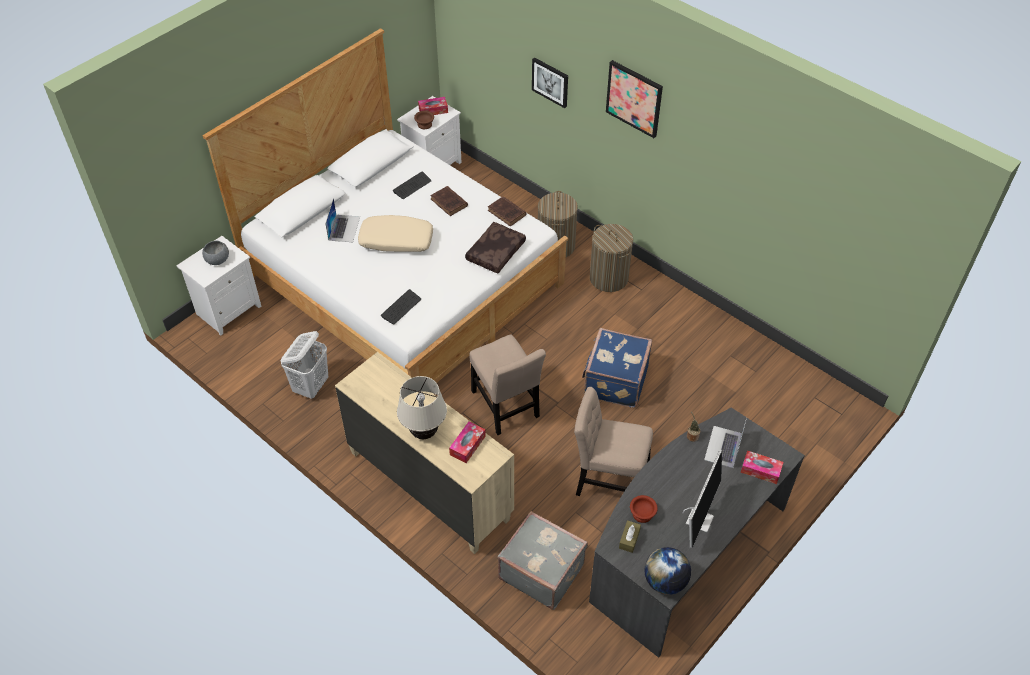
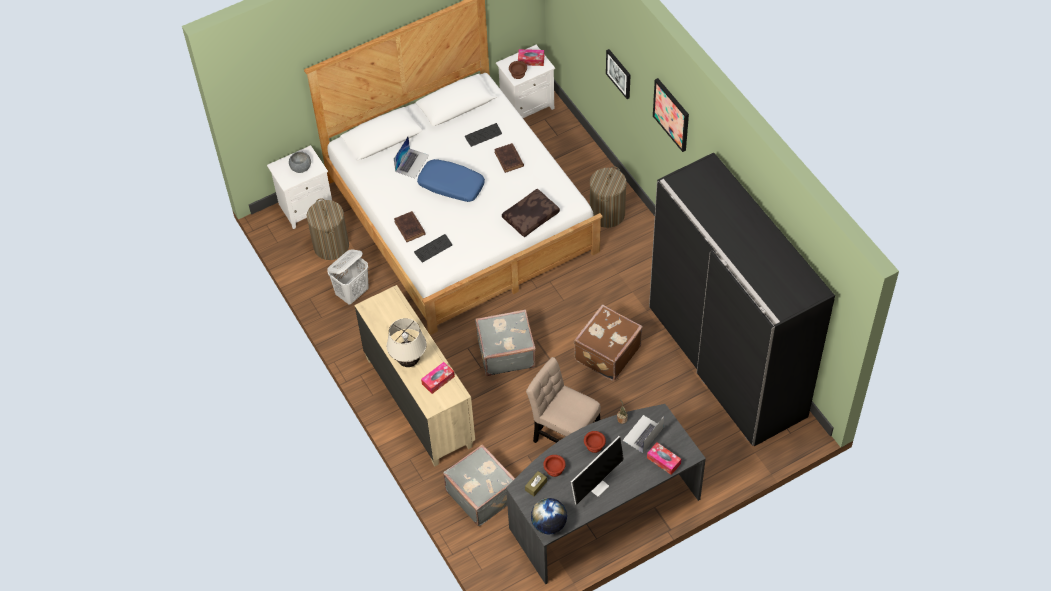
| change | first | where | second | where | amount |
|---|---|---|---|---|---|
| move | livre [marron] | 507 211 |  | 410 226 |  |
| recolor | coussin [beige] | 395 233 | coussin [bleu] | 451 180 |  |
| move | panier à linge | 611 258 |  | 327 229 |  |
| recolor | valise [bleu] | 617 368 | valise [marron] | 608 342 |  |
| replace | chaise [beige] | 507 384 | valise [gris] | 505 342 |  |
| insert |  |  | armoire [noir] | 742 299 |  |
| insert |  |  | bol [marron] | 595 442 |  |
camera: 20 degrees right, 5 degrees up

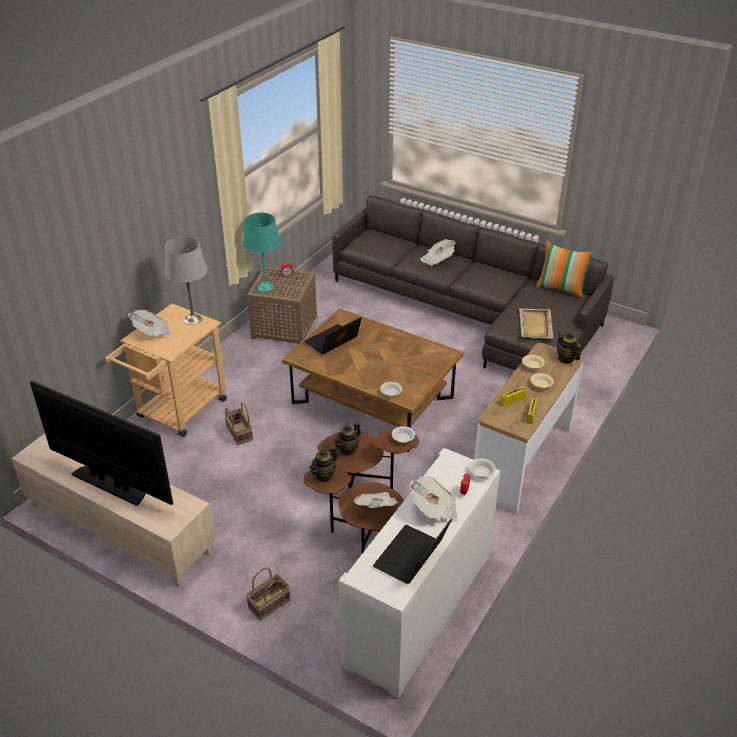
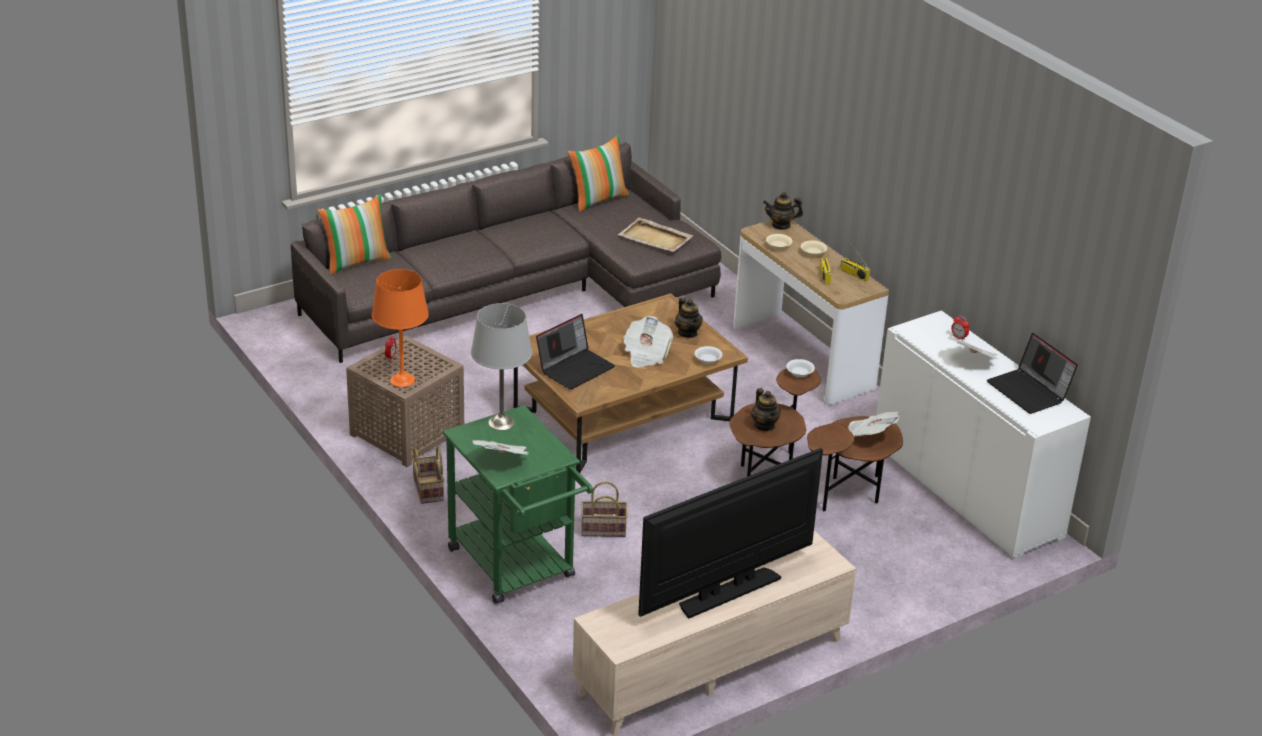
| change | first | where | second | where | amount |
|---|---|---|---|---|---|
| recolor | lampe de table [turquoise] | 262 252 | lampe de table [orange] | 400 328 |  |
| move | journal | 438 252 |  | 648 341 |  |
| recolor | chariot [beige] | 166 370 | chariot [vert] | 517 504 |  |
| rotate | ordinateur portable | 333 336 |  | 575 352 | 120 degrees counterclockwise |
| move | théière | 323 464 |  | 689 318 |  |
| delete | bol [blanc] | 482 468 |  |  |  |
| move | panier | 268 594 |  | 428 474 |  |
| insert |  |  | coussin | 355 234 |  |
camera: 65 degrees left, 5 degrees down

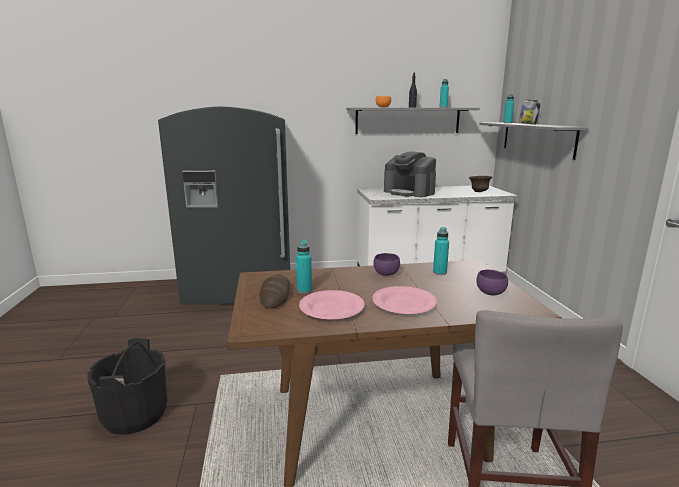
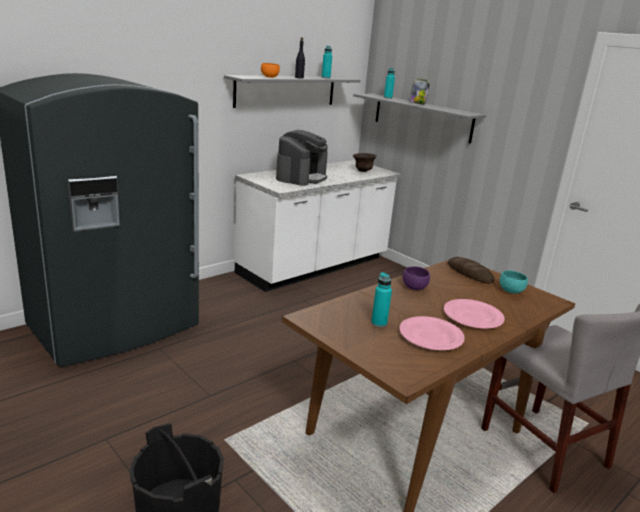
| change | first | where | second | where | amount |
|---|---|---|---|---|---|
| rotate | machine à café | 410 174 |  | 302 158 | 75 degrees counterclockwise |
| delete | bouteille [turquoise] | 441 251 |  |  |  |
| recolor | bol [violet] | 492 283 | bol [turquoise] | 513 282 |  |
| move | pain | 275 292 |  | 471 270 |  |
camera: 35 degrees left, 5 degrees up

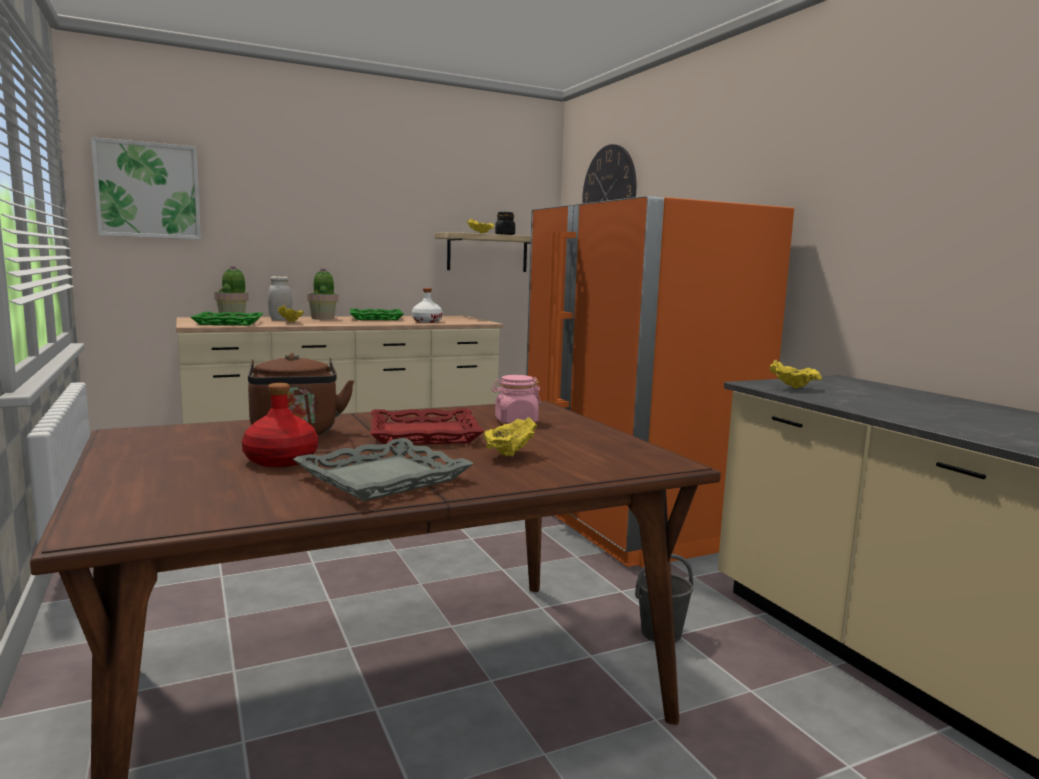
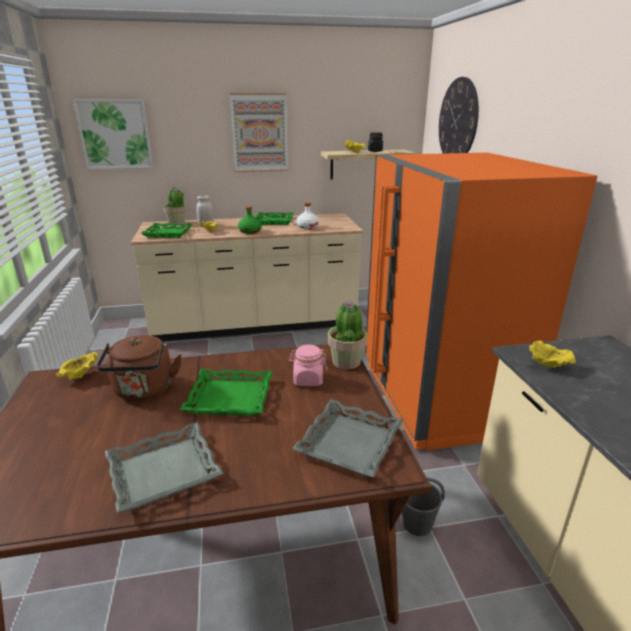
| change | first | where | second | where | amount |
|---|---|---|---|---|---|
| move | plante en pot | 322 294 |  | 347 335 |  |
| delete | bouteille [rouge] | 280 425 |  |  |  |
| recolor | plateau [rouge] | 427 426 | plateau [vert] | 226 392 |  |
| move | bol [jaune] | 510 437 |  | 77 366 |  |
| insert |  |  | tableau | 259 132 |  |
| insert |  |  | bouteille [vert] | 250 220 |  |
| insert |  |  | plateau [gris] | 347 438 |  |
camera: 15 degrees right, 15 degrees up

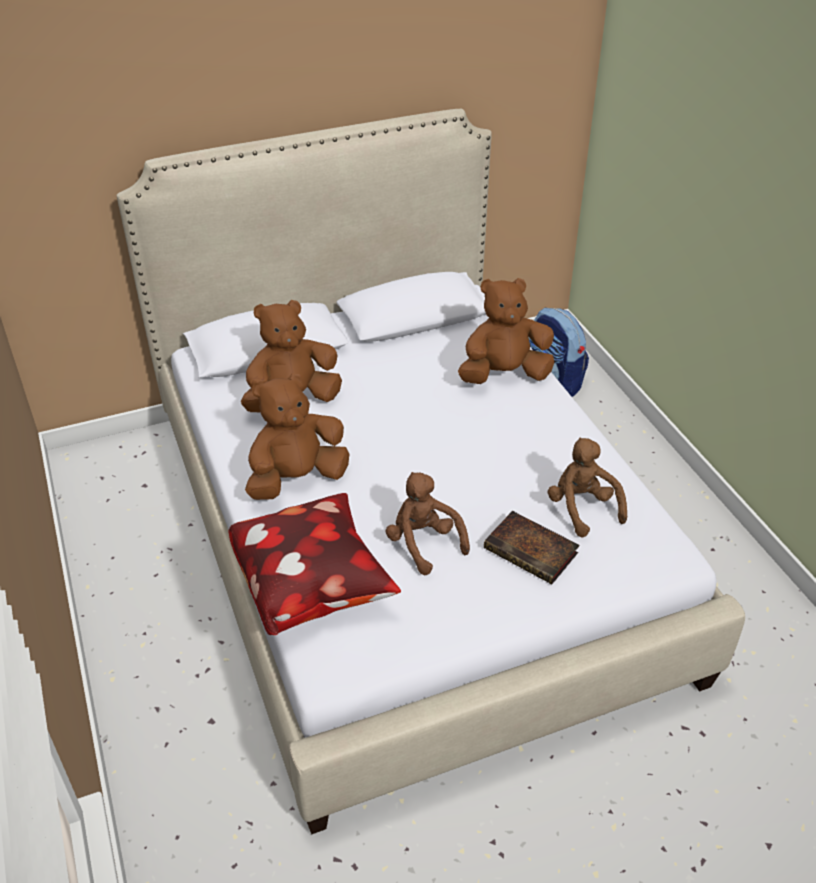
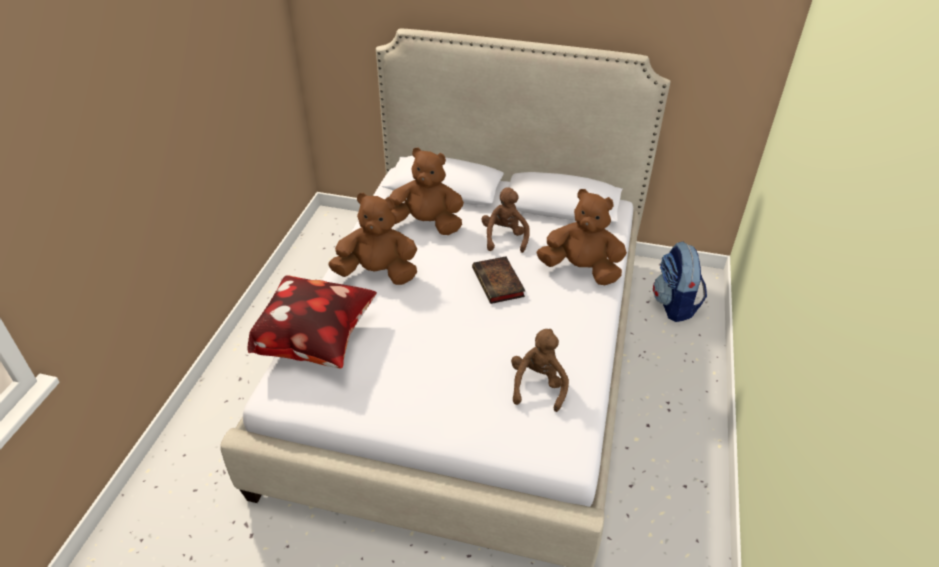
| change | first | where | second | where | amount |
|---|---|---|---|---|---|
| move | peluche [marron] | 427 523 |  | 505 220 |  |
| move | livre | 531 547 |  | 498 280 |  |
camera: 35 degrees right, 0 degrees up

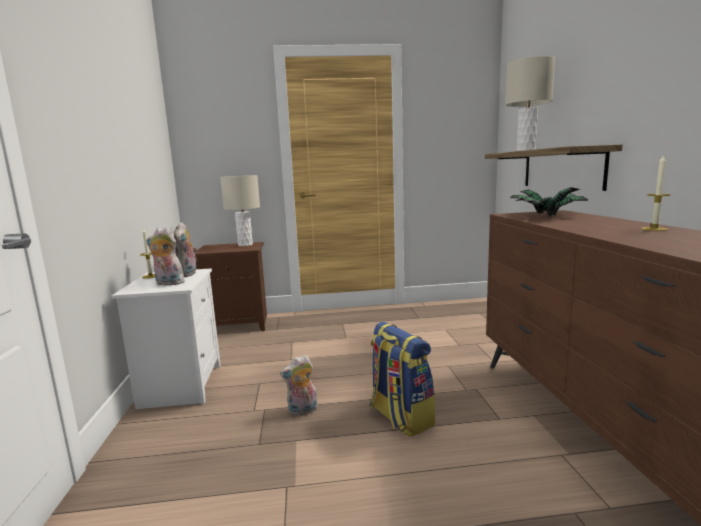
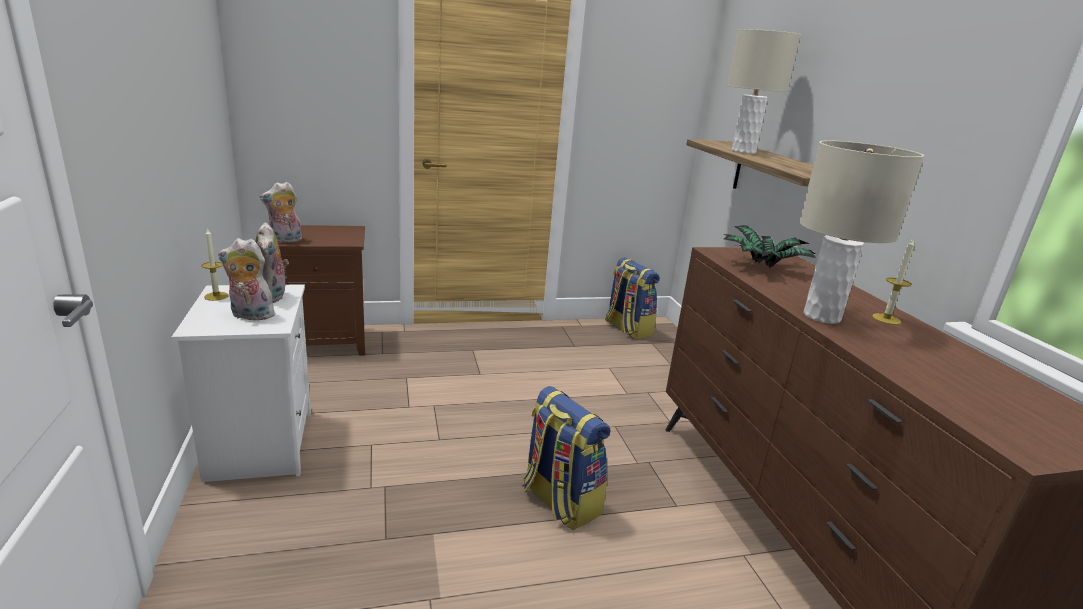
| change | first | where | second | where | amount |
|---|---|---|---|---|---|
| move | lampe de table [beige] | 240 210 |  | 861 232 |  |
| move | peluche | 299 385 |  | 281 212 |  |
| insert |  |  | sac à dos | 632 298 |  |
camera: 10 degrees left, 10 degrees up

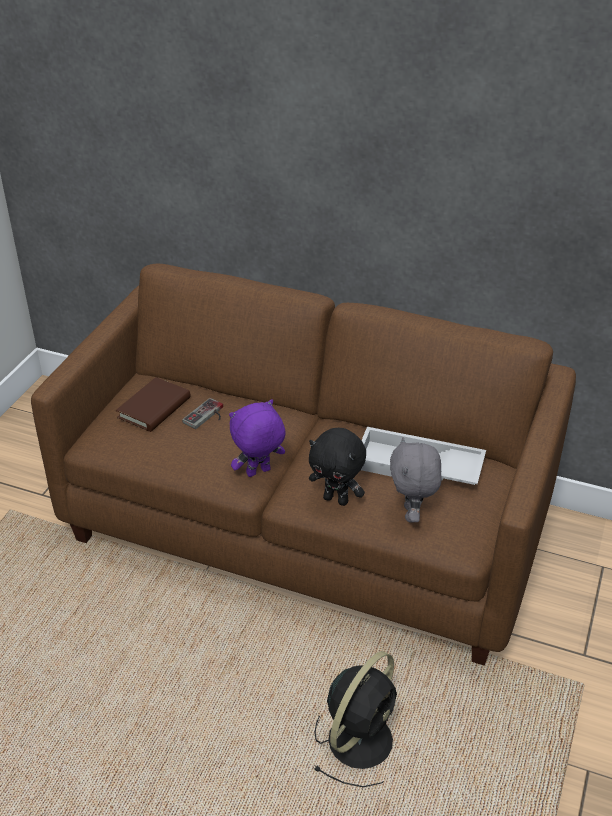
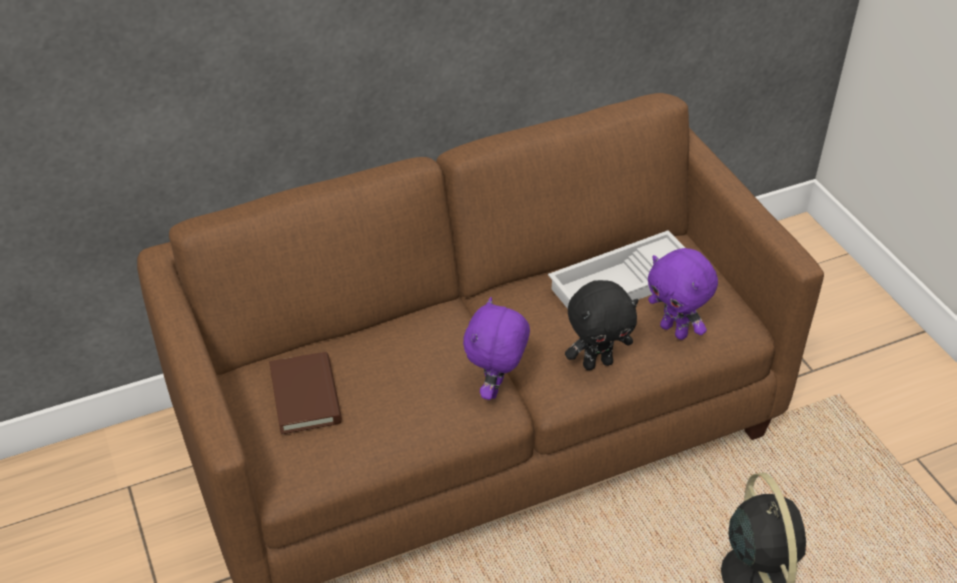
| change | first | where | second | where | amount |
|---|---|---|---|---|---|
| delete | manette | 202 413 |  |  |  |
| recolor | peluche [gris] | 416 480 | peluche [violet] | 683 294 |  |
camera: 45 degrees left, 5 degrees up

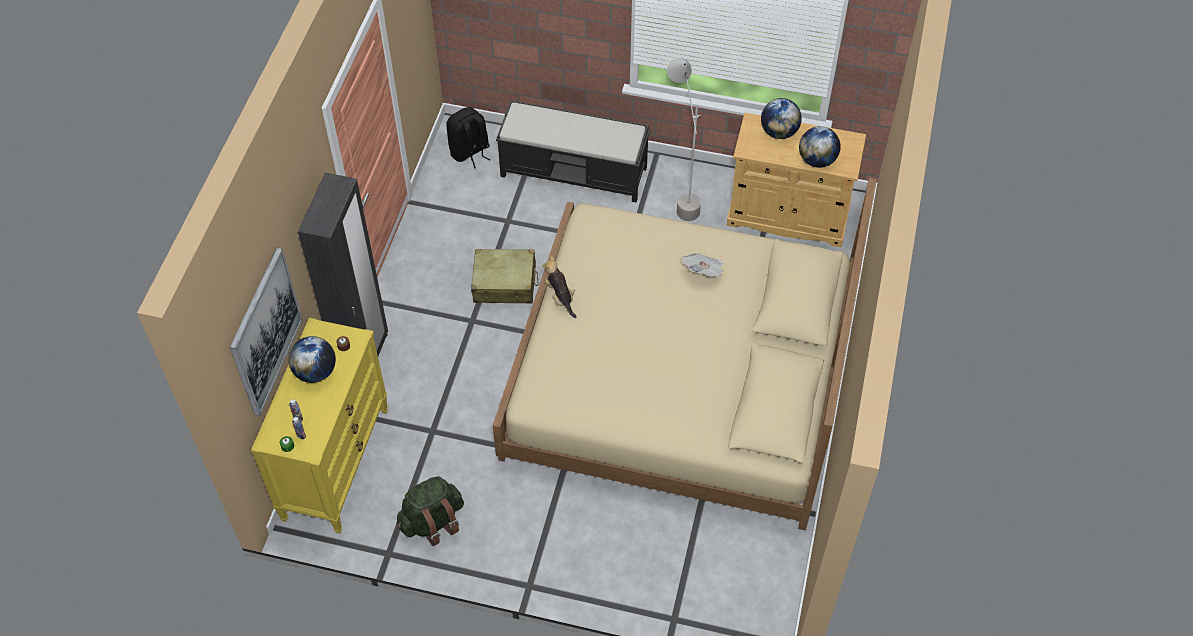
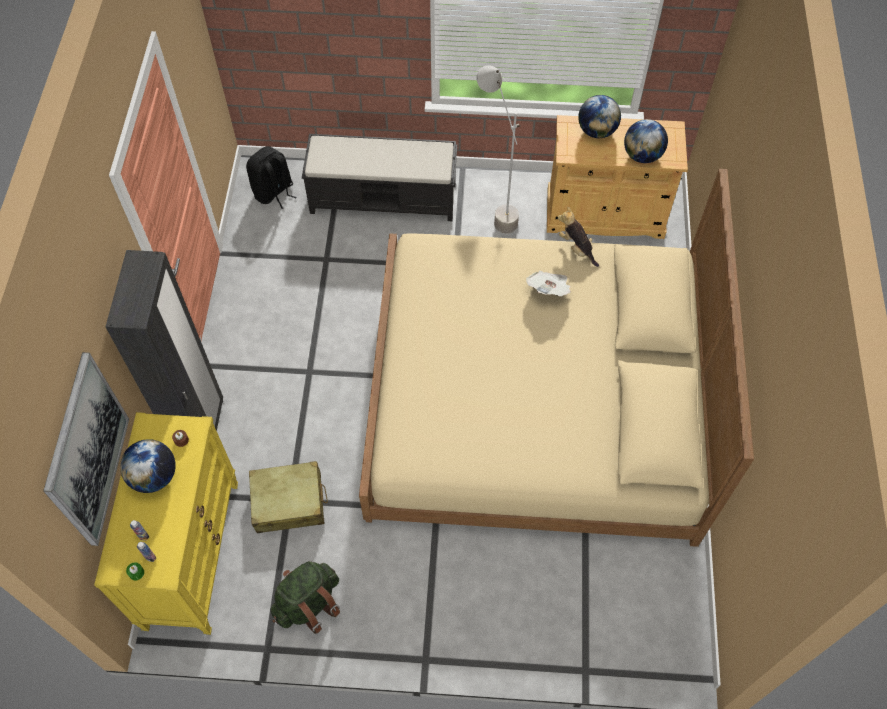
| change | first | where | second | where | amount |
|---|---|---|---|---|---|
| move | valise [beige] | 504 276 |  | 288 497 |  |
| move | peluche | 559 287 |  | 578 237 |  |
camera: 10 degrees left, 5 degrees up

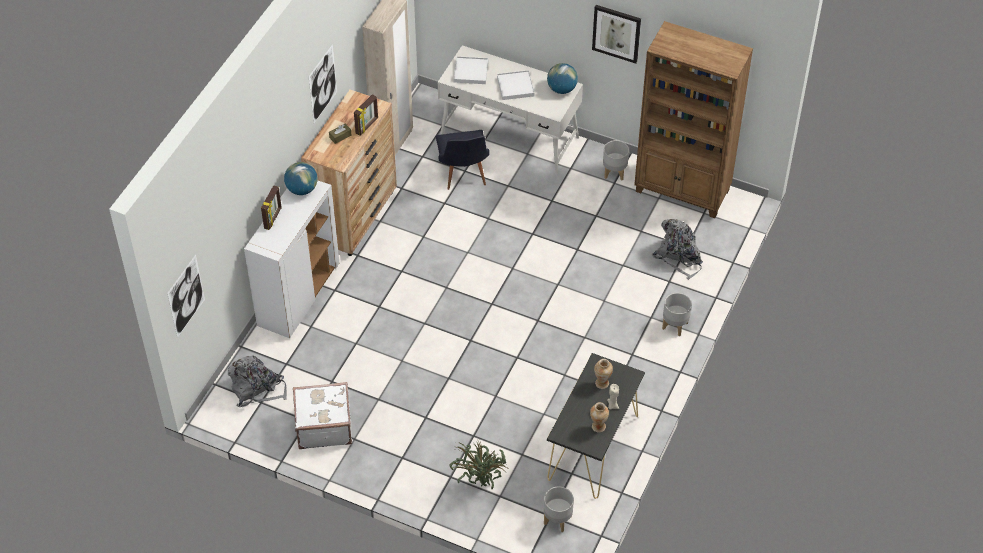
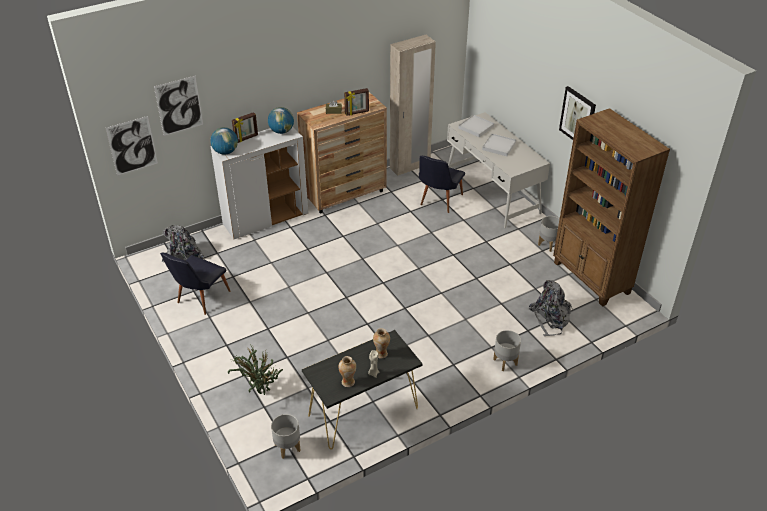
| change | first | where | second | where | amount |
|---|---|---|---|---|---|
| move | tableau | 322 83 |  | 178 106 |  |
| move | globe | 562 78 |  | 224 141 |  |
| replace | valise [blanc] | 322 415 | chaise [noir] | 195 284 |  |
camera: 35 degrees right, 10 degrees down

